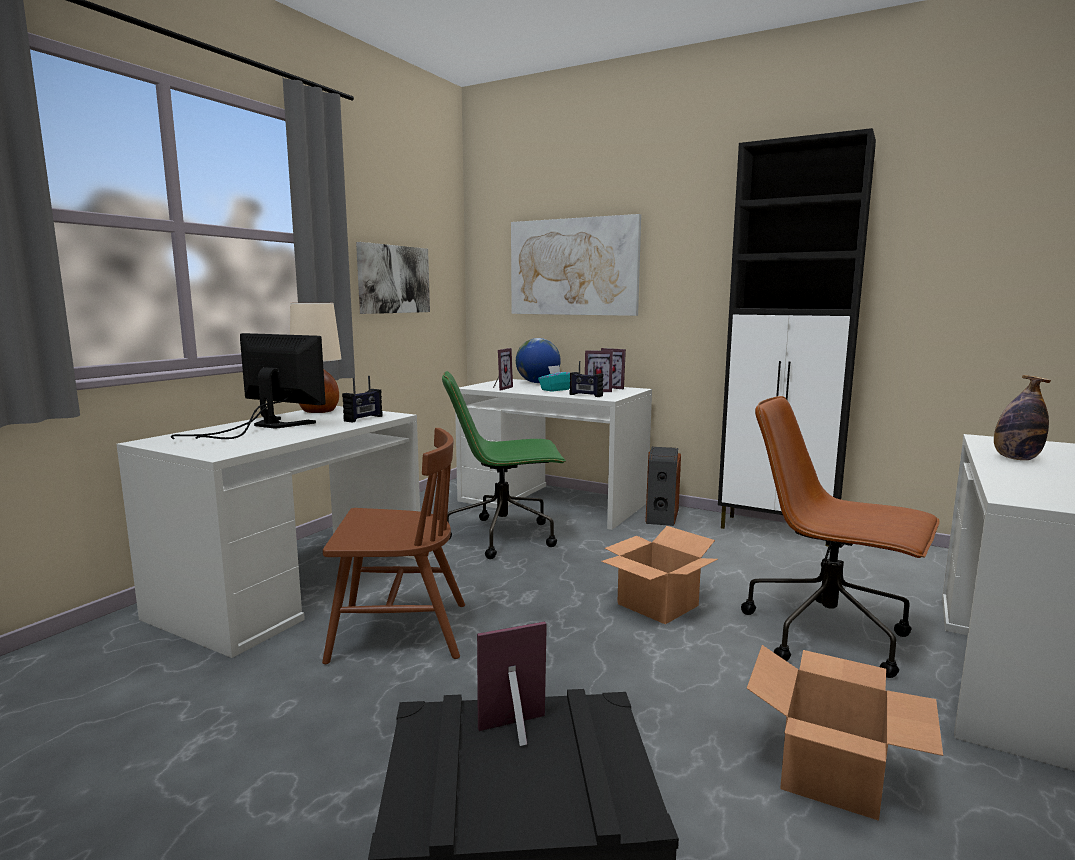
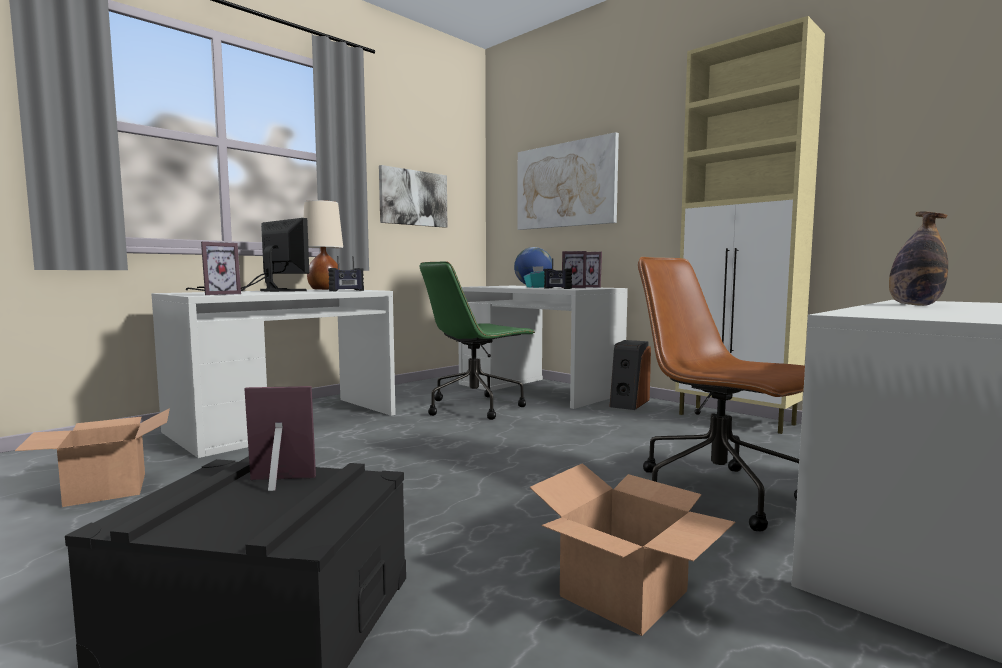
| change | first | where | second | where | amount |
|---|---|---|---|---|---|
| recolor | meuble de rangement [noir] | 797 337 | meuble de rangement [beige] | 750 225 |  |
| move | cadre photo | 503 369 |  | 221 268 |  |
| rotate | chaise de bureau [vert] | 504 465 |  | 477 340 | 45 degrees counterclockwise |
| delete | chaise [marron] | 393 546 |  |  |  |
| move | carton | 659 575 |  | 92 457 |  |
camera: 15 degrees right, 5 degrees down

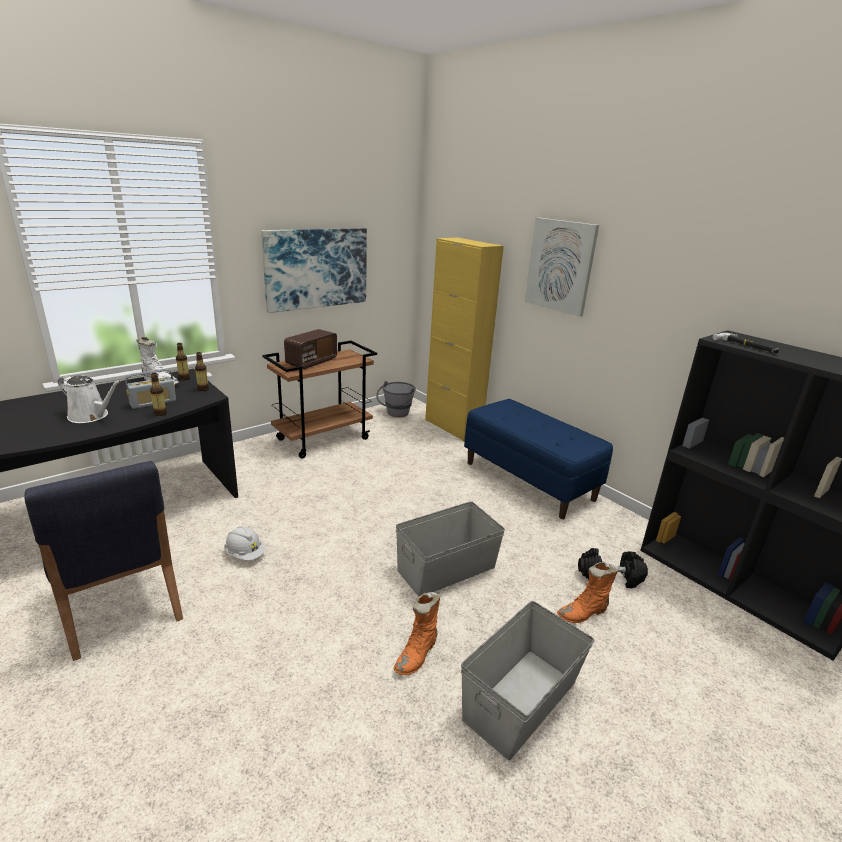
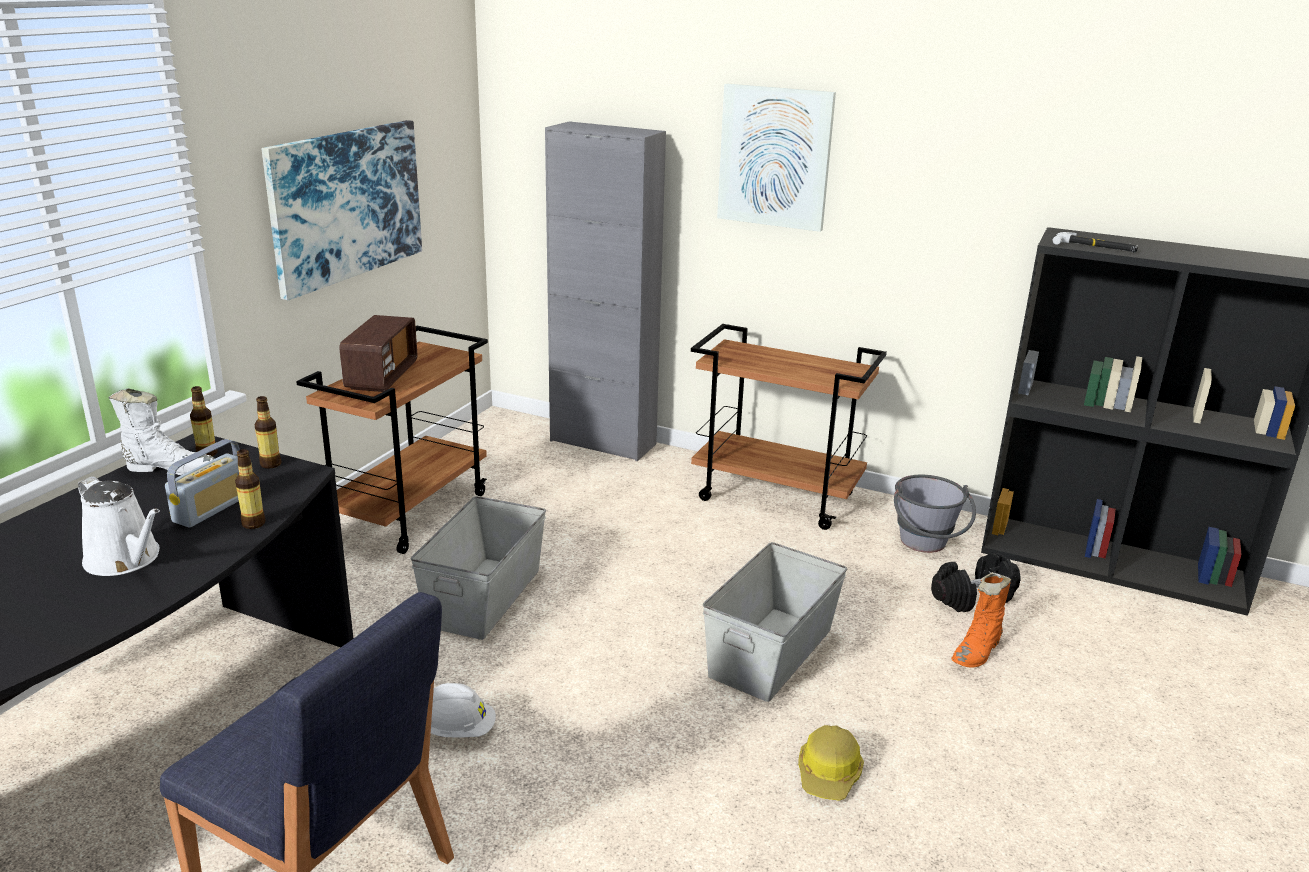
| change | first | where | second | where | amount |
|---|---|---|---|---|---|
| recolor | meuble de rangement [jaune] | 464 339 | meuble de rangement [gris] | 605 291 |  |
| rotate | arrosoir [blanc] | 89 399 |  | 119 526 | 45 degrees clockwise |
| move | seau [gris] | 396 399 |  | 935 514 |  |
| replace | banc [bleu] | 538 459 | chariot [marron] | 789 427 |  |
| replace | botte [orange] | 417 633 | casque de chantier | 831 763 |  |
| move | boîte de rangement [gris] | 527 680 |  | 478 568 |  |
camera: 25 degrees left, 0 degrees up

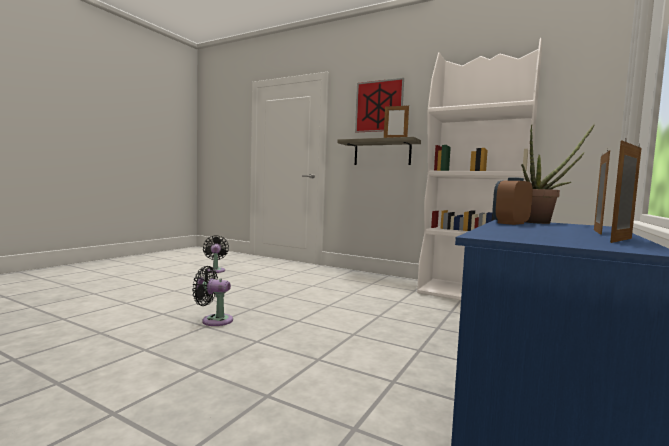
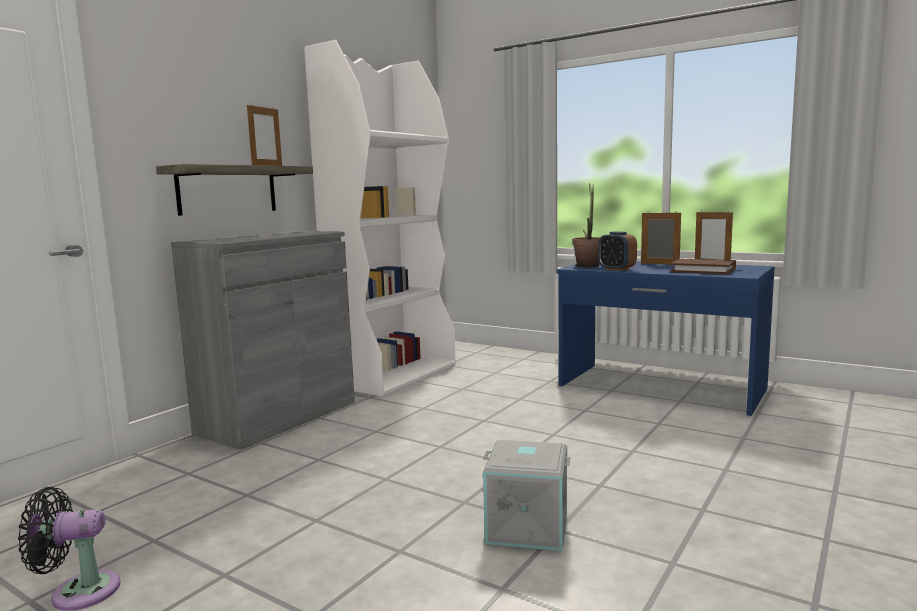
| change | first | where | second | where | amount |
|---|---|---|---|---|---|
| delete | tableau | 379 105 |  |  |  |
| replace | ventilateur [noir] | 212 296 | boîte de rangement [gris] | 527 495 |  |
| insert |  |  | meuble de rangement [gris] | 263 340 |  |
| insert |  |  | livre [marron] | 703 266 |  |
camera: 85 degrees left, 5 degrees up

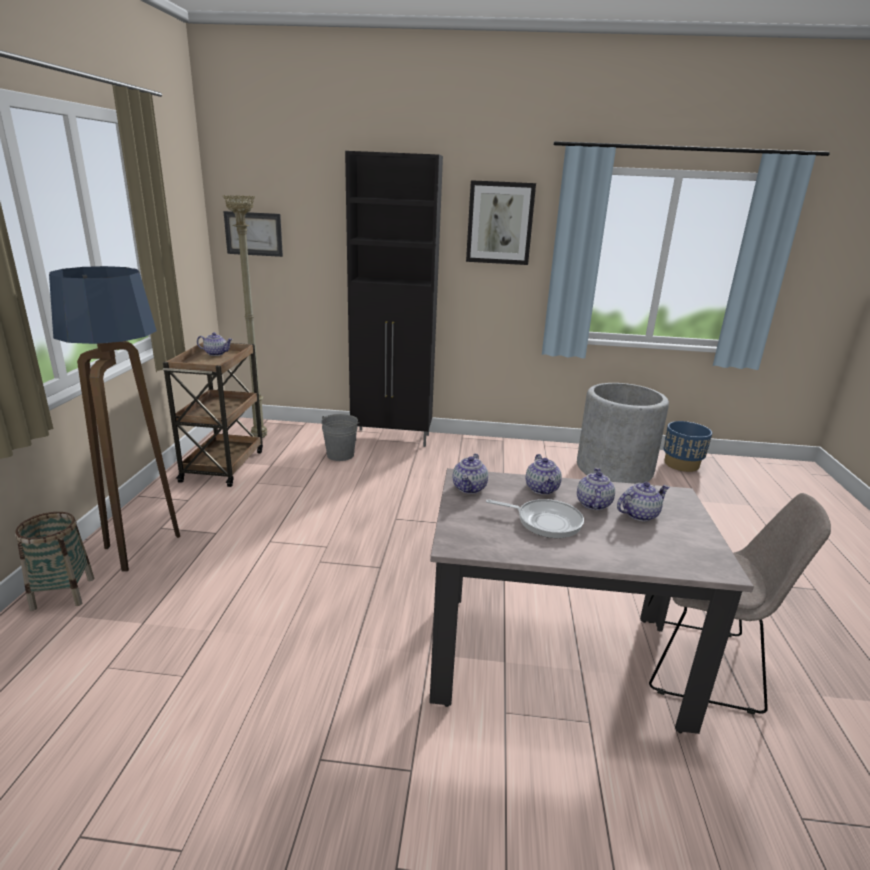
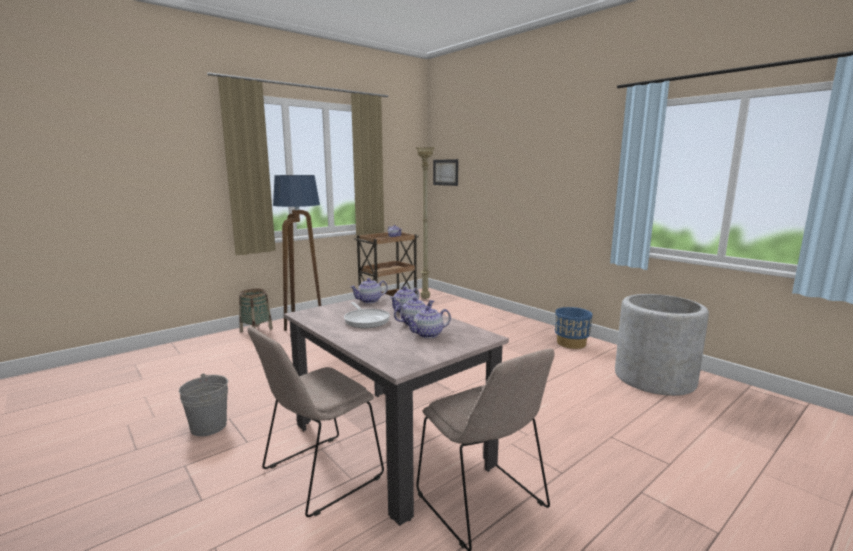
| change | first | where | second | where | amount |
|---|---|---|---|---|---|
| delete | meuble de rangement [noir] | 394 299 |  |  |  |
| delete | tableau | 501 222 |  |  |  |
| move | seau [gris] | 340 437 |  | 203 404 |  |
| move | cache-pot [bleu] | 688 446 |  | 573 328 |  |
| rotate | théière | 643 501 |  | 428 322 | 135 degrees clockwise |
| insert |  |  | chaise [beige] | 316 421 |  |
camera: 45 degrees right, 10 degrees down

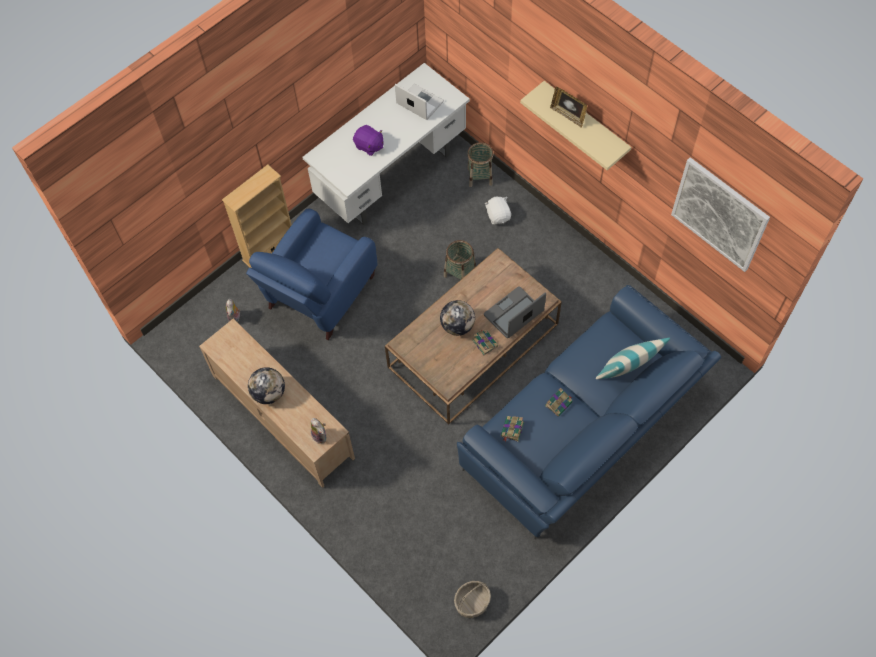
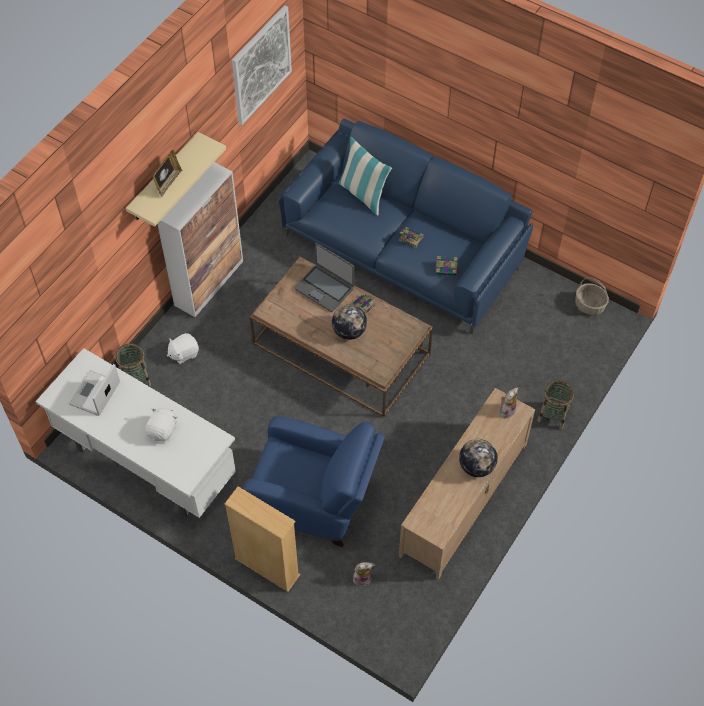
| change | first | where | second | where | amount |
|---|---|---|---|---|---|
| recolor | peluche [violet] | 368 140 | peluche [blanc] | 161 425 |  |
| move | panier | 460 260 |  | 555 405 |  |
| insert |  |  | meuble de rangement | 200 239 |  |
camera: 105 degrees left, 5 degrees down

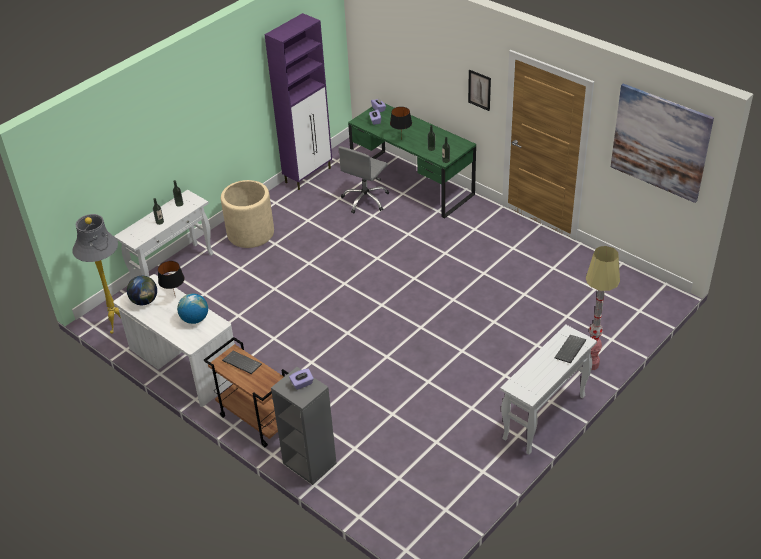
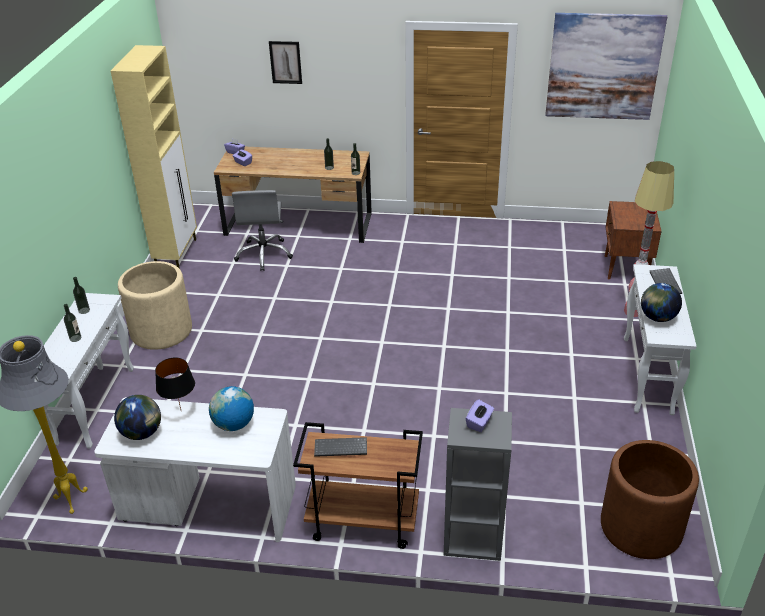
| change | first | where | second | where | amount |
|---|---|---|---|---|---|
| recolor | meuble de rangement [violet] | 298 101 | meuble de rangement [beige] | 154 157 |  |
| move | tableau | 479 90 |  | 285 62 |  |
| recolor | bureau [vert] | 412 160 | bureau [marron] | 293 195 |  |
| delete | lampe de table [noir] | 401 123 |  |  |  |
| insert |  |  | table de chevet [marron] | 633 240 |  |
| insert |  |  | globe | 661 302 |  |
| insert |  |  | cache-pot [marron] | 650 499 |  |
camera: 35 degrees left, 5 degrees down

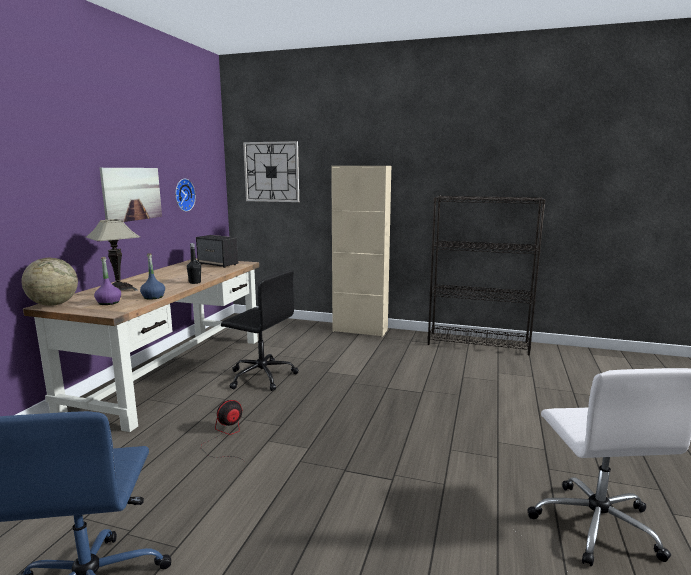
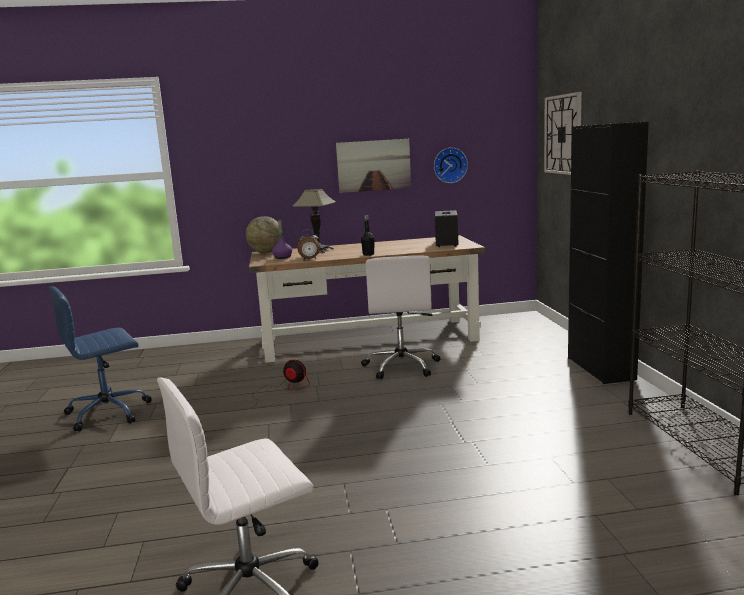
| change | first | where | second | where | amount |
|---|---|---|---|---|---|
| recolor | meuble de rangement [beige] | 361 251 | meuble de rangement [noir] | 608 253 |  |
| replace | bouteille [bleu] | 152 276 | réveil | 308 244 |  |
| recolor | chaise de bureau [noir] | 260 330 | chaise de bureau [blanc] | 401 317 |  |
camera: 65 degrees right, 0 degrees up

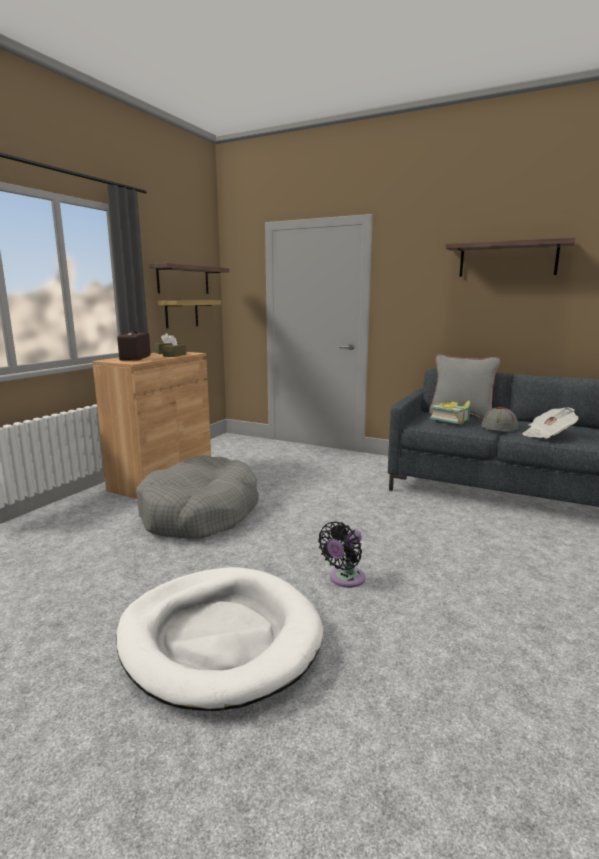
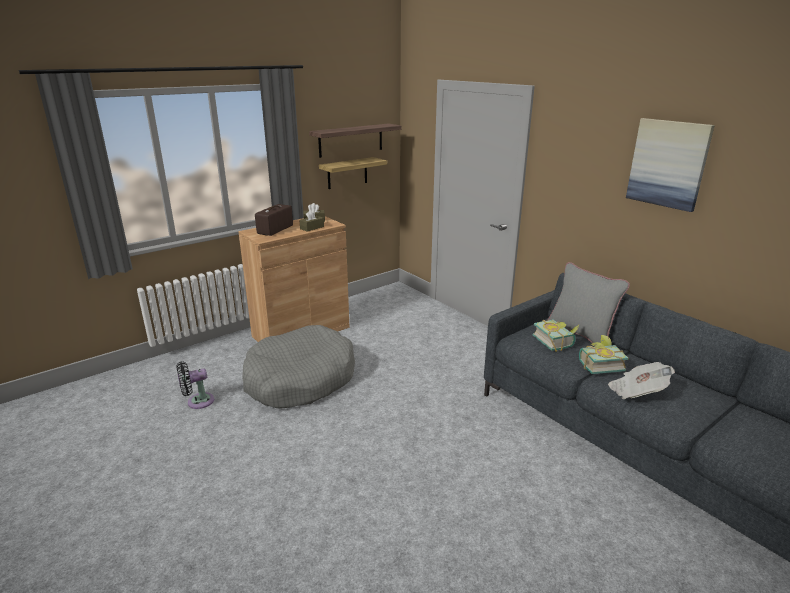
| change | first | where | second | where | amount |
|---|---|---|---|---|---|
| replace | étagère | 510 257 | tableau | 670 165 |  |
| replace | chapeau [gris] | 499 419 | livre | 603 354 |  |
| move | ventilateur [noir] | 342 554 |  | 195 385 |  |
| delete | panier pour chien [blanc] | 219 639 |  |  |  |
camera: 25 degrees right, 10 degrees up

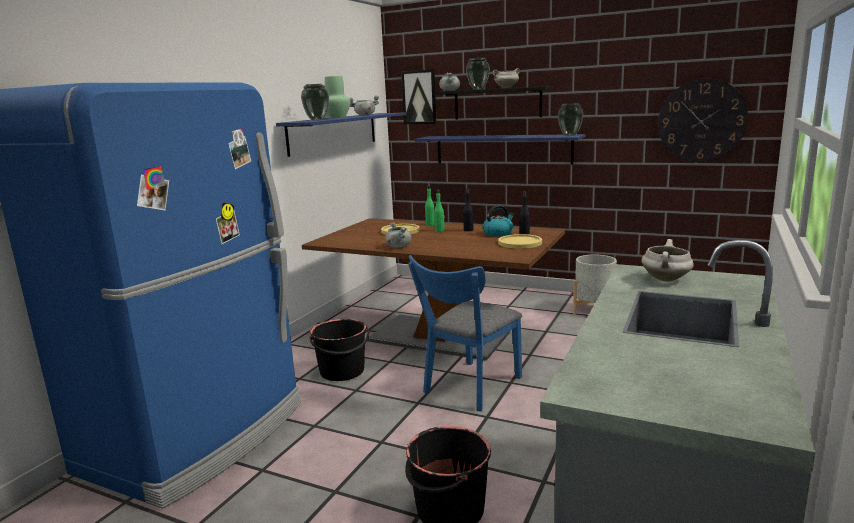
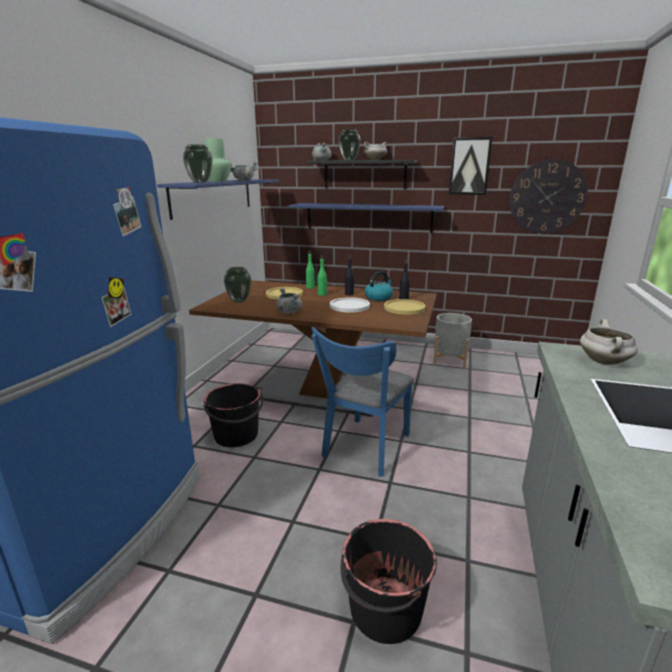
| change | first | where | second | where | amount |
|---|---|---|---|---|---|
| move | tableau | 419 96 |  | 470 166 |  |
| move | vase | 570 119 |  | 238 285 |  |
| insert |  |  | assiette [blanc] | 350 305 |  |
camera: 10 degrees left, 5 degrees up

